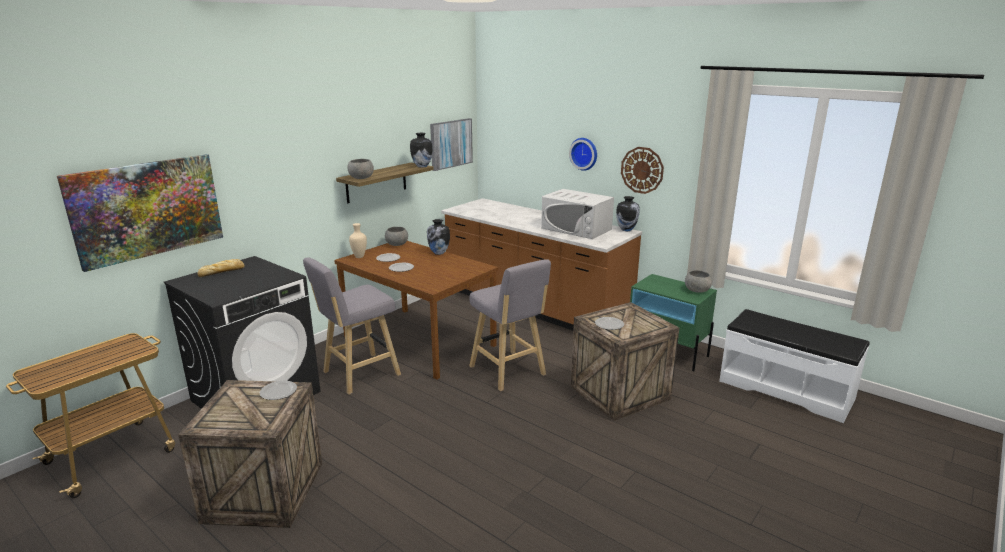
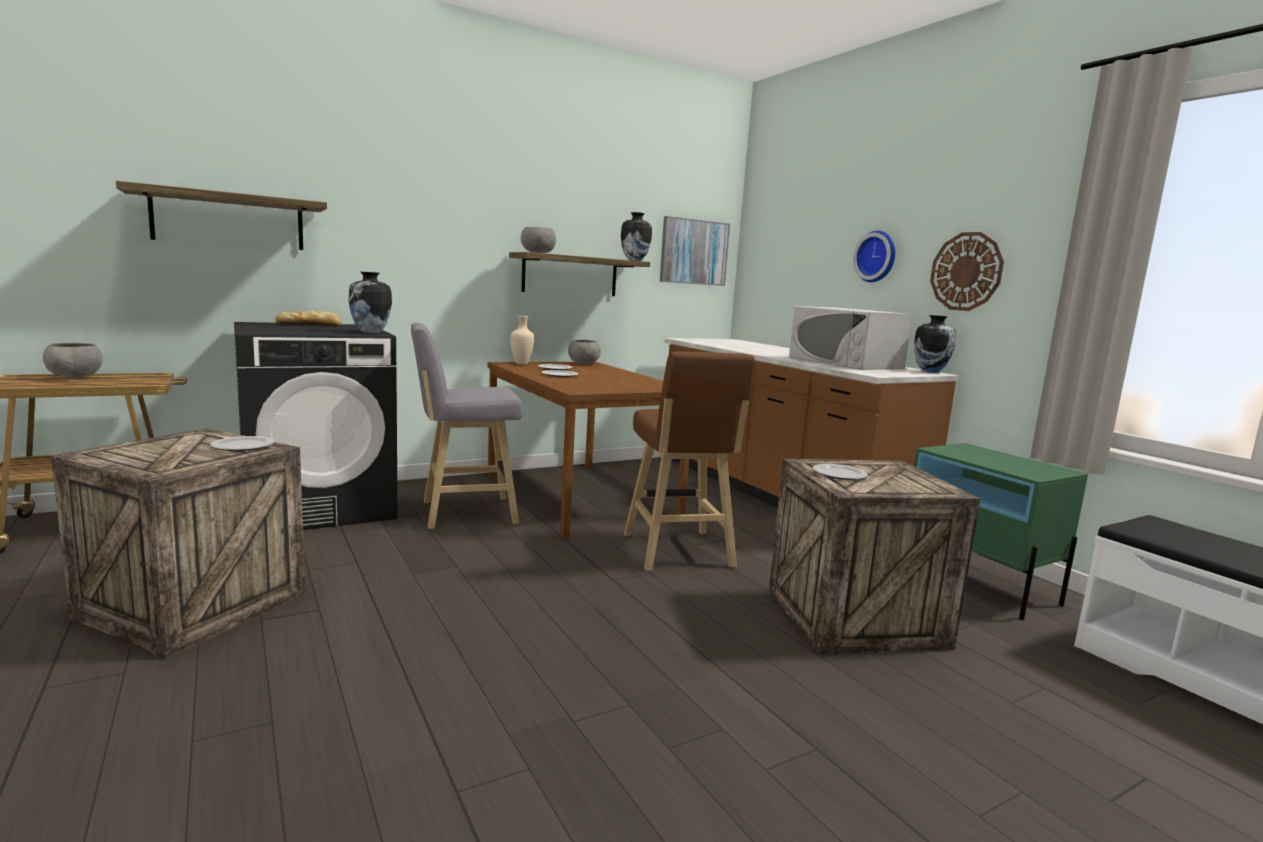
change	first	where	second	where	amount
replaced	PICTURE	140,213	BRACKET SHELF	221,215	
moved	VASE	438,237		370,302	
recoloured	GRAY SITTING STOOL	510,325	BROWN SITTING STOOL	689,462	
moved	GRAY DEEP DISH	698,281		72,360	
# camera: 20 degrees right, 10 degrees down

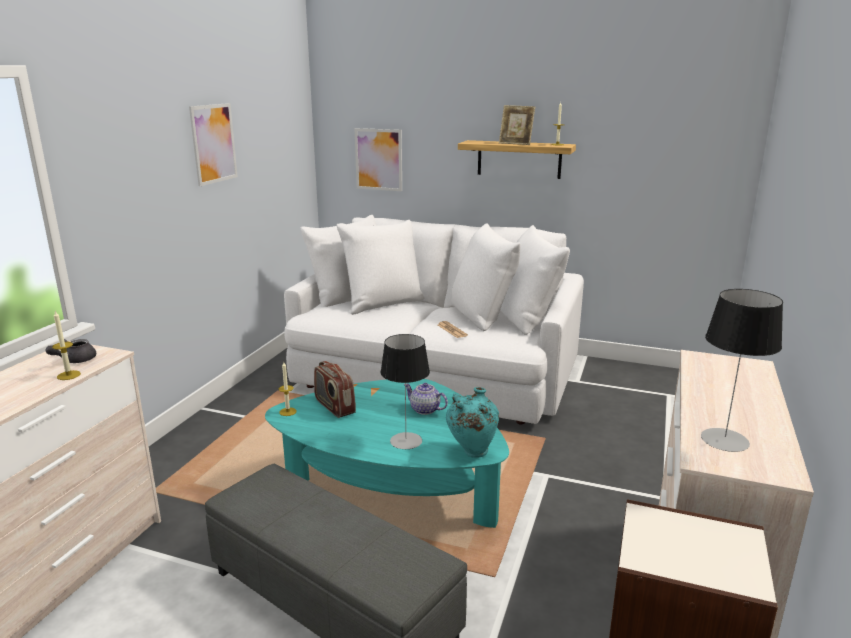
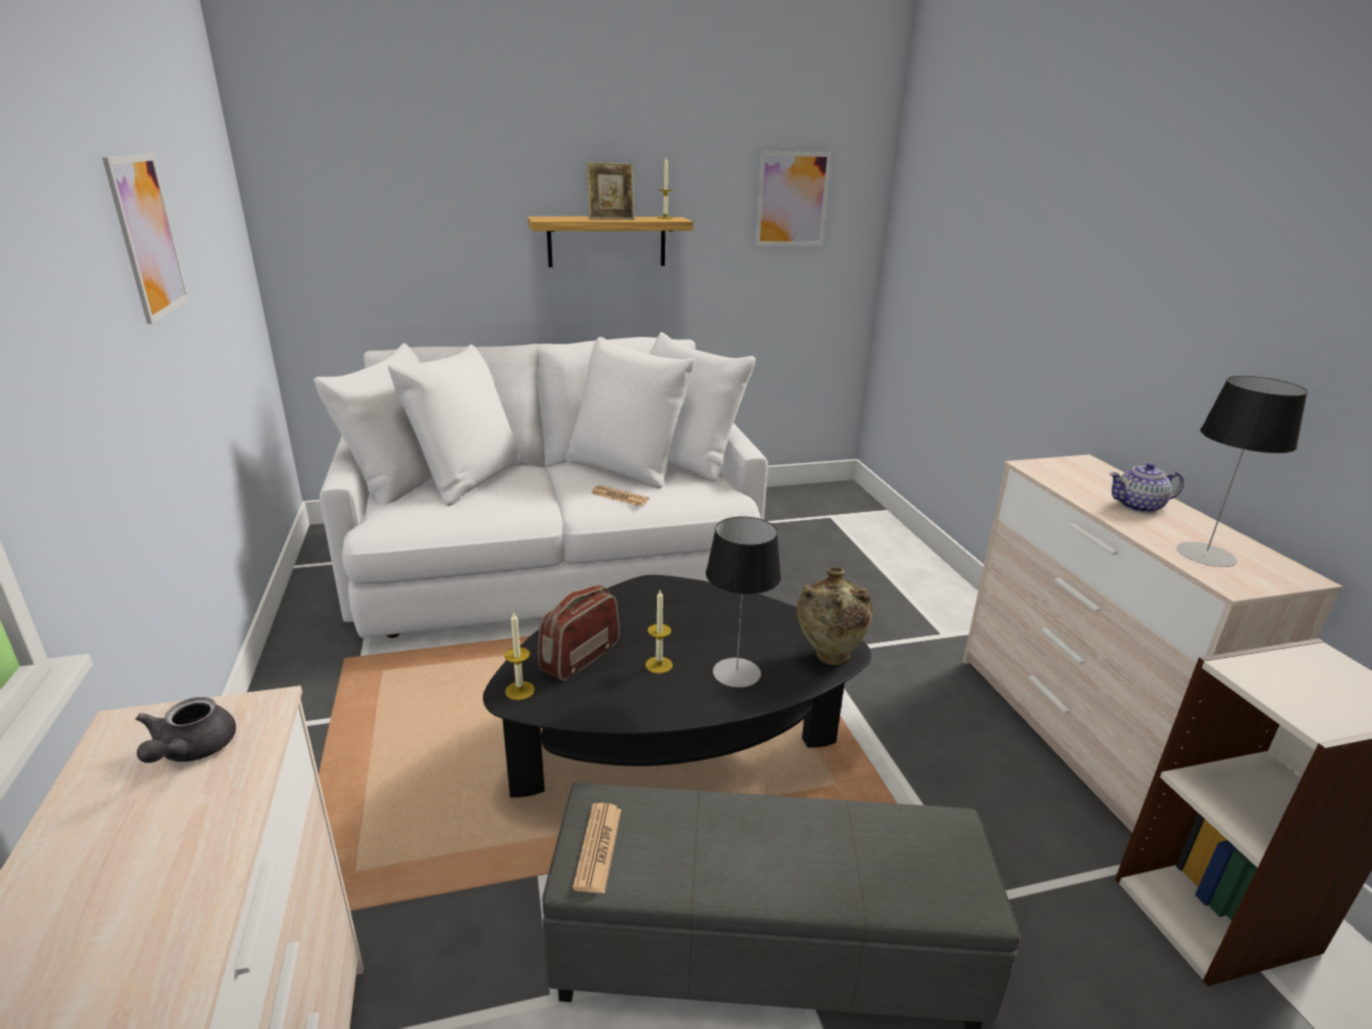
change	first	where	second	where	amount
moved	CANDLE	66,345		659,632	
recoloured	BLUE-GREEN COFFEE TABLE	387,453	BLACKISH COFFEE TABLE	677,686	
turned	RADIO RECEIVER	335,389		579,633	105 degrees clockwise
moved	PICTURE	378,159		793,198	
moved	POT FOR TEA	426,399		1146,488	
recoloured	BLUE-GREEN VASE	472,422	BEIGE VASE	835,616	
added			NEWSPAPER	596,848	
# camera: 35 degrees left, 5 degrees up

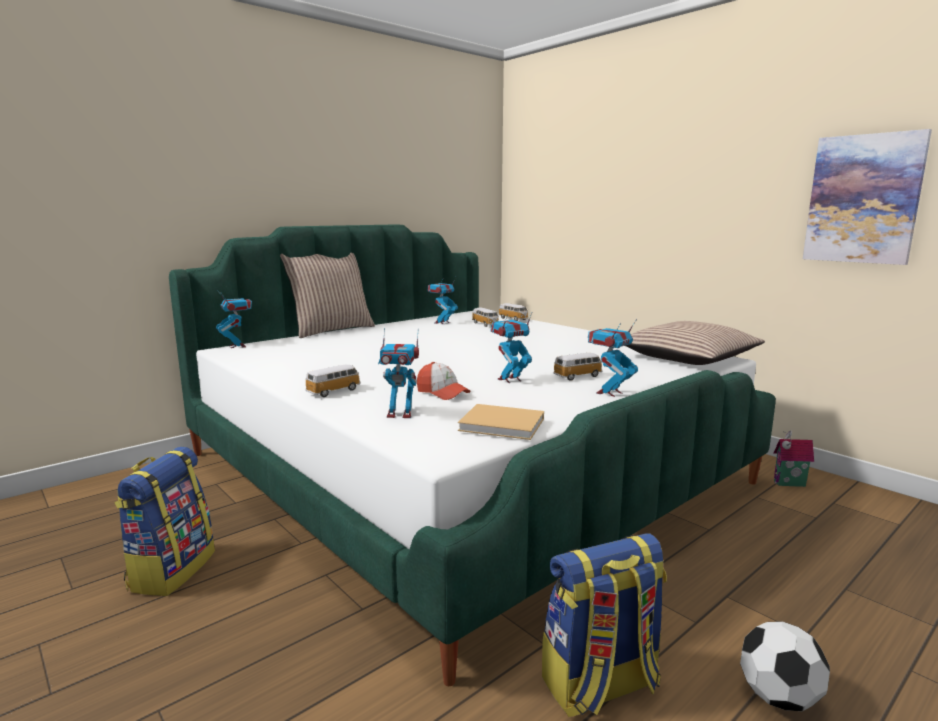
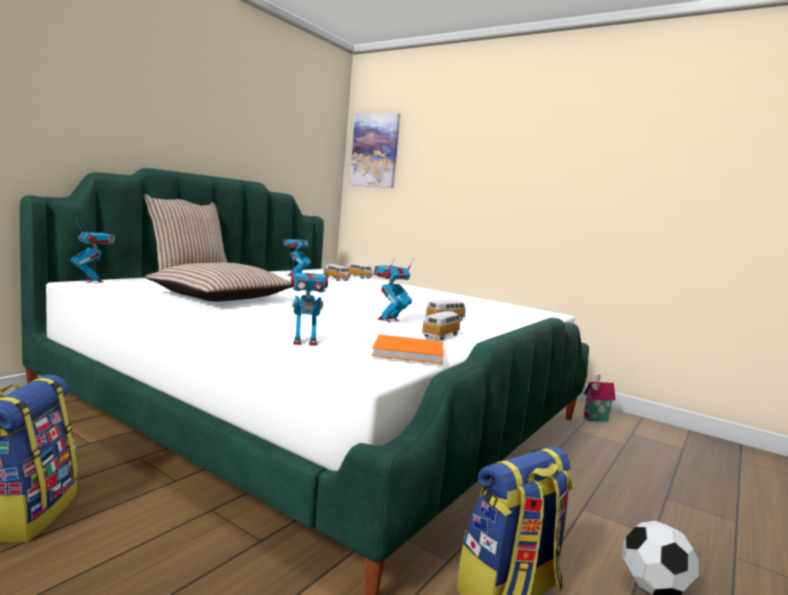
change	first	where	second	where	amount
moved	MODEL CAR	333,381		442,325	
removed	BASEBALL CAP	444,381			
recoloured	BEIGE BOOK	501,422	ORANGE BOOK	408,349	
removed	ROBOT FIGURE	613,358			
moved	CUSHION	695,343		219,282	
moved	PICTURE	867,197		374,150	
# camera: 15 degrees left, 5 degrees down

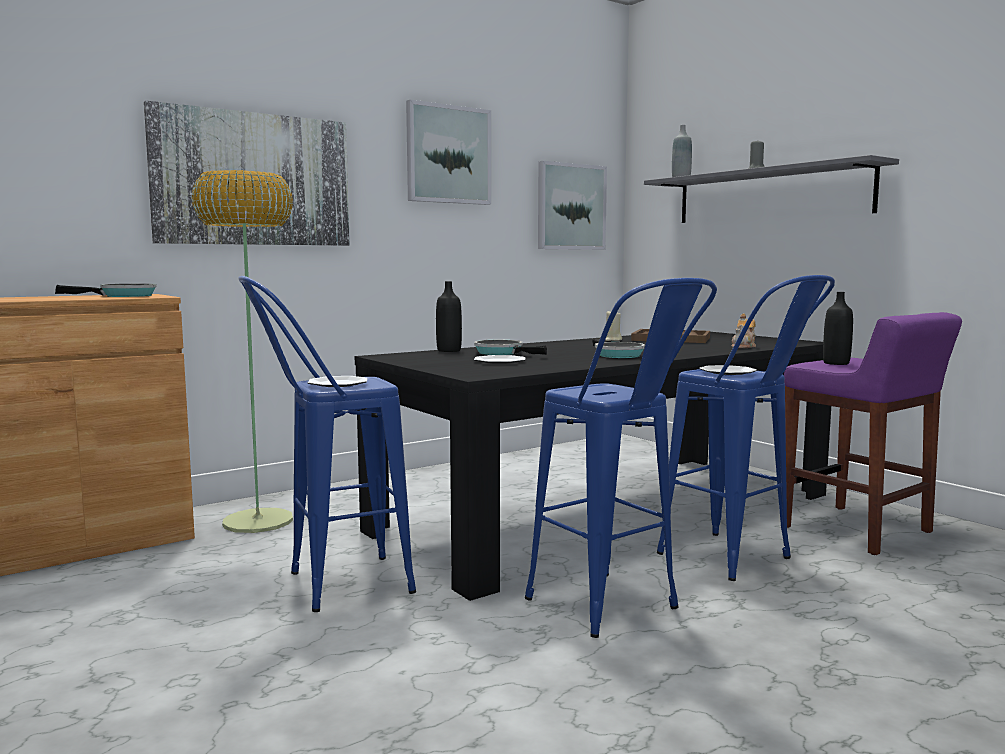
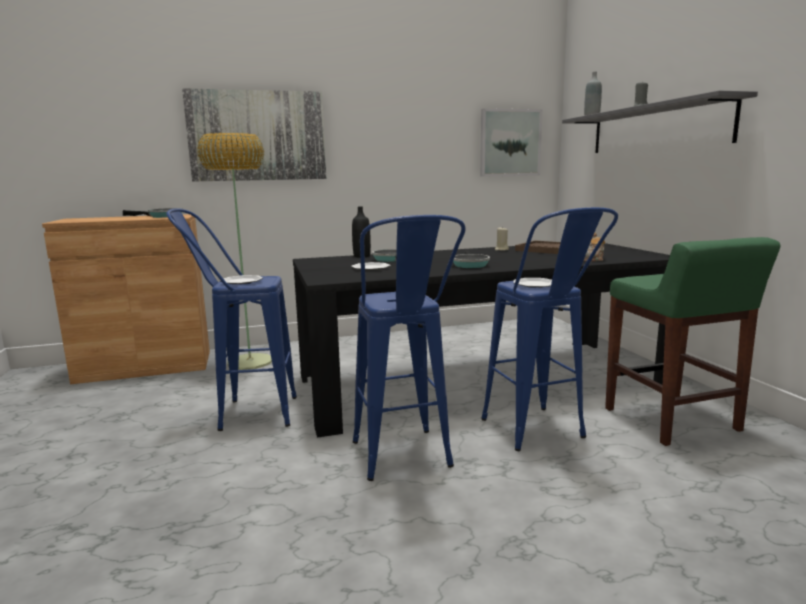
change	first	where	second	where	amount
removed	PICTURE	448,152			
recoloured	PURPLE SITTING STOOL	873,433	GREEN SITTING STOOL	693,341	
removed	BLACKISH DRINK BOTTLE	838,328			
# camera: 20 degrees right, 5 degrees up

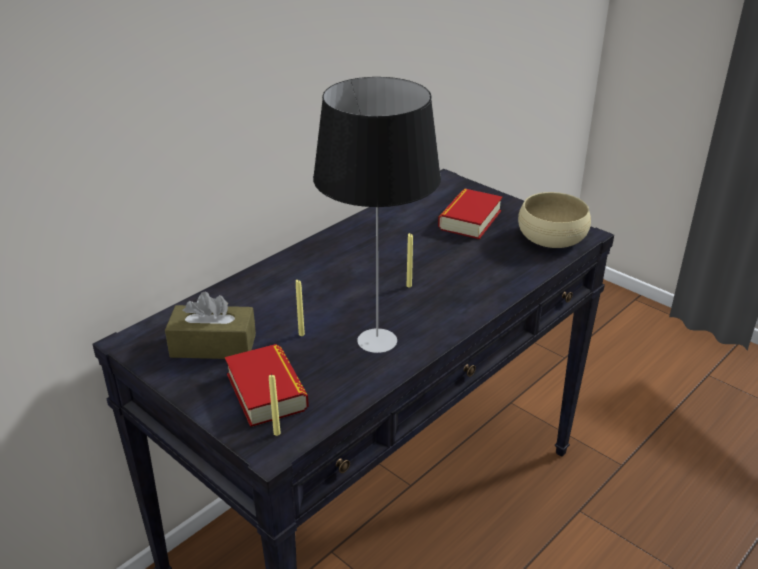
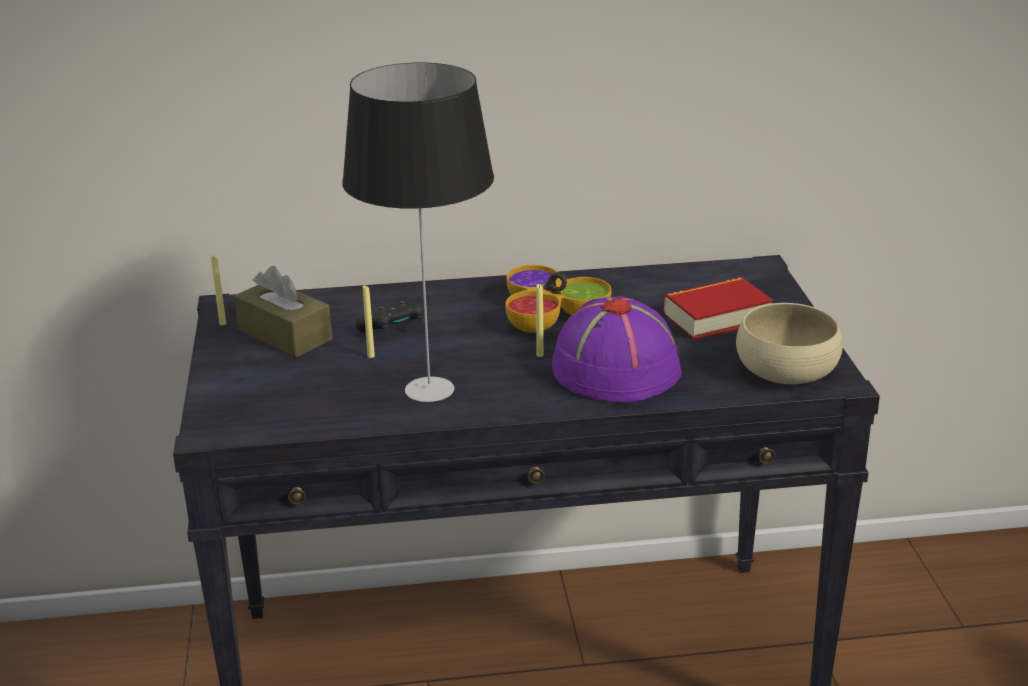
change	first	where	second	where	amount
removed	BOOK	267,385			
moved	YELLOW-COLOURED CANDLE	275,405		218,291	
added			BLACKISH GAME CONTROLLER	390,316	
added			DEEP DISH	558,299	
added			PURPLE CLOTHING HAT	617,349	
# camera: 40 degrees right, 5 degrees down

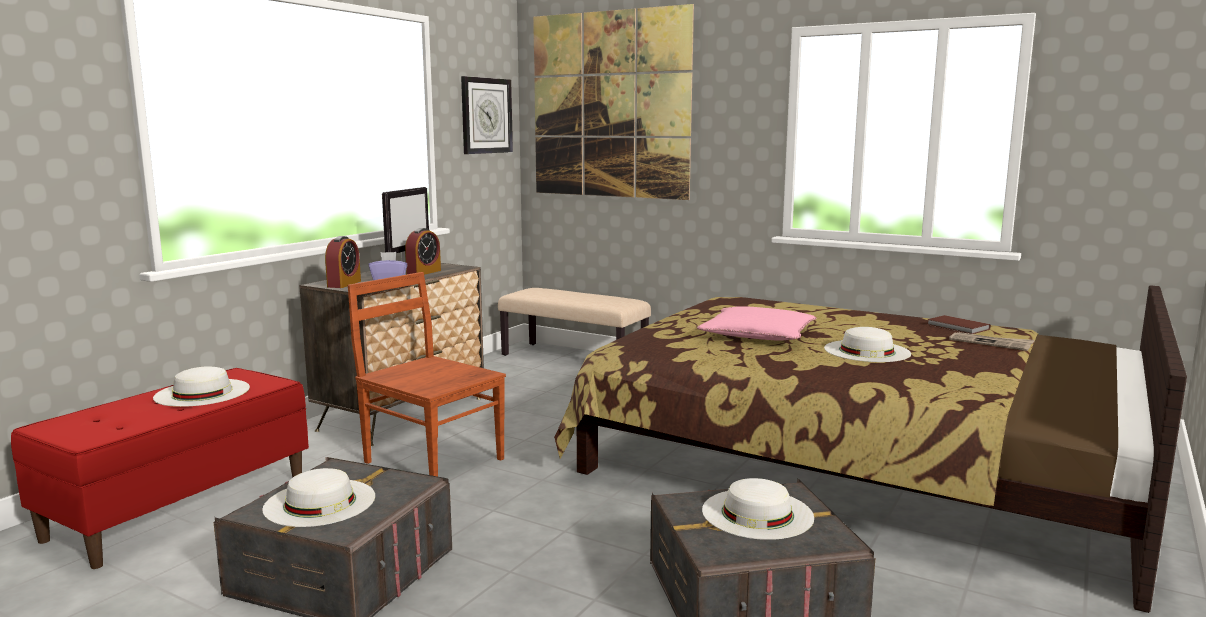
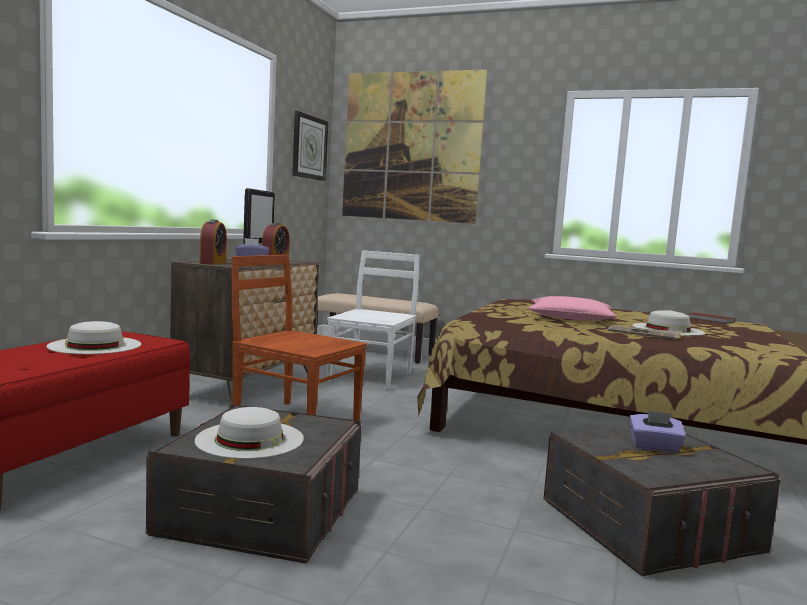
change	first	where	second	where	amount
replaced	WHITISH CLOTHING HAT	758,509	PURPLE TISSUE HOLDER	658,431	
moved	NEWSPAPER	992,341		645,332	
added			WHITISH CHAIR	373,320	
# camera: 10 degrees left, 5 degrees down

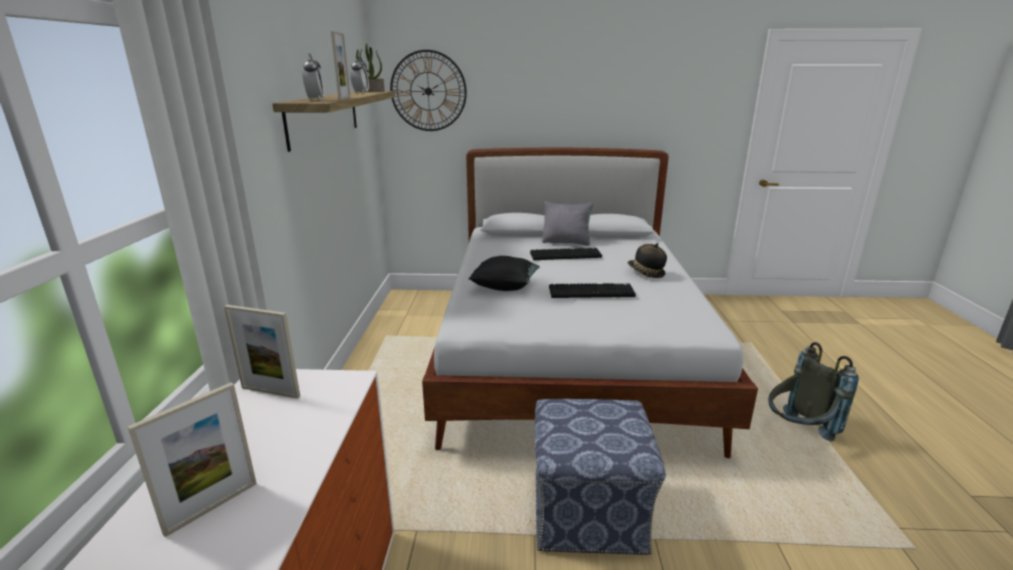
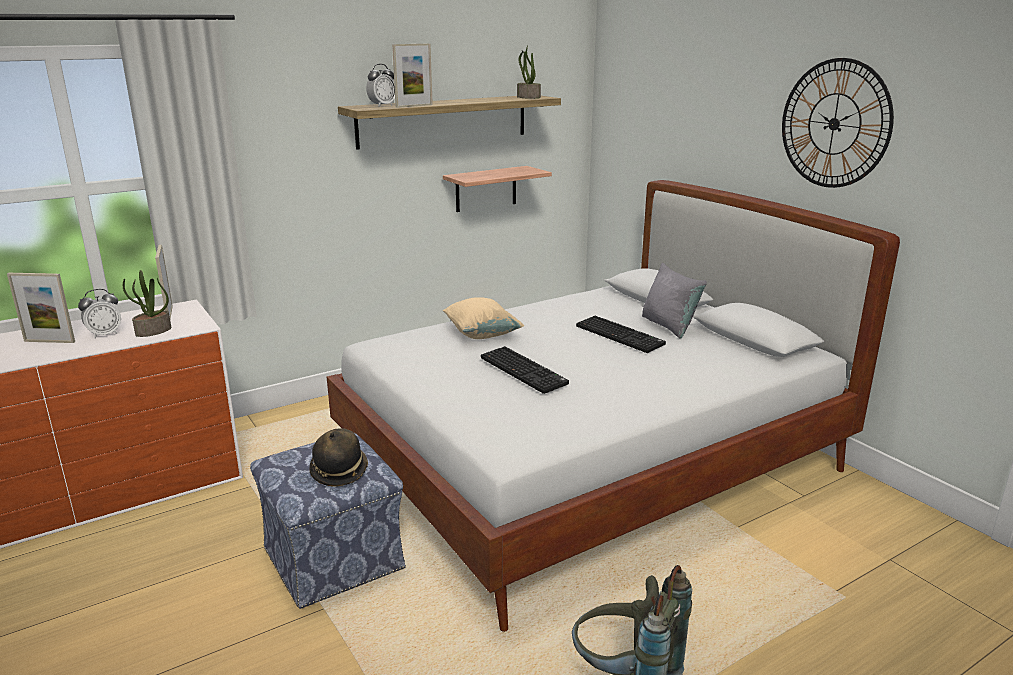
change	first	where	second	where	amount
moved	TABLE CLOCK	359,75		99,313	
moved	WALL CLOCK	428,90		838,123	
recoloured	BLACKISH CUSHION	504,273	BEIGE CUSHION	483,318	
moved	CLOTHING HAT	647,260		339,457	
added			HOUSEPLANT	147,303	
added			BRACKET SHELF	497,189	
# camera: 55 degrees right, 0 degrees up

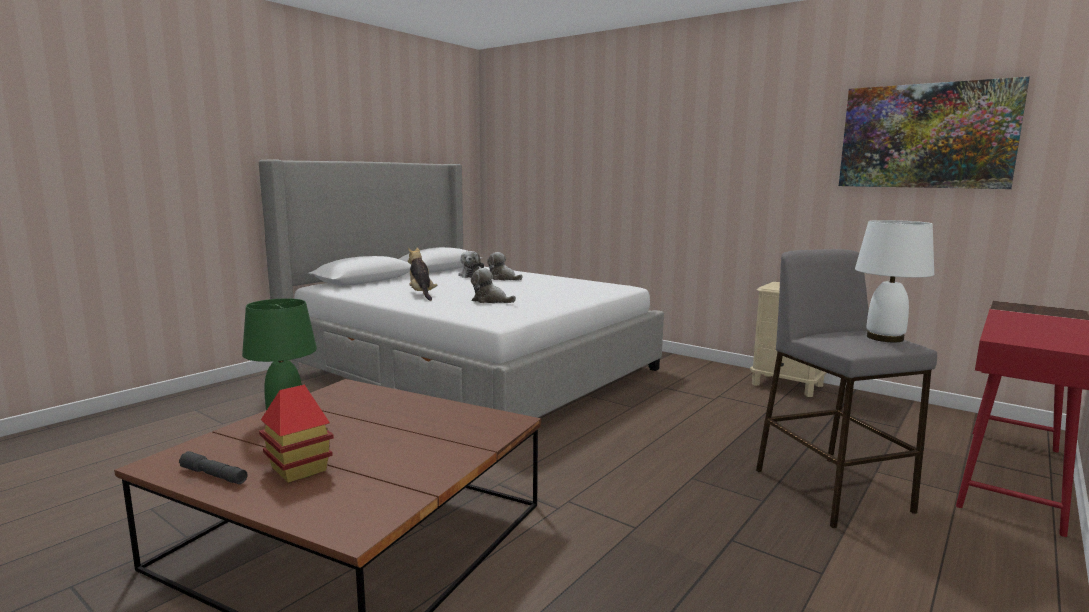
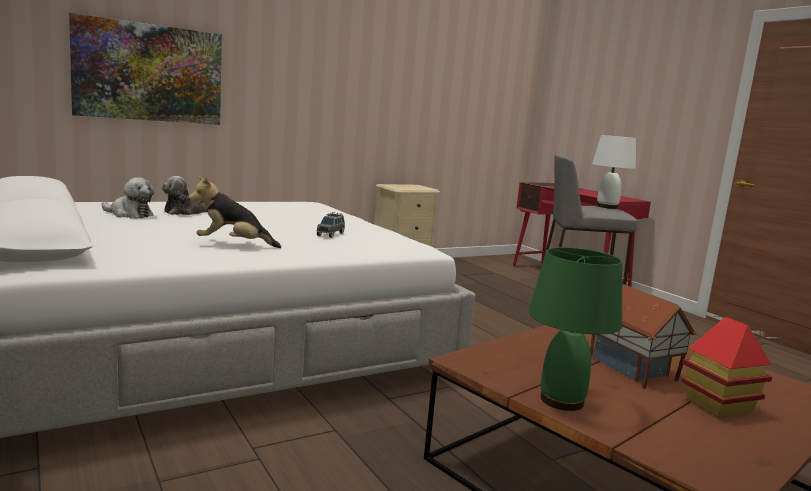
change	first	where	second	where	amount
removed	GRAY HAND TORCH	213,467			
replaced	PLUSH TOY	493,285	GRAY MODEL CAR	331,225	
moved	PICTURE	934,132		145,69	
added			TOY HOUSE	643,336	
# camera: 70 degrees left, 0 degrees up

